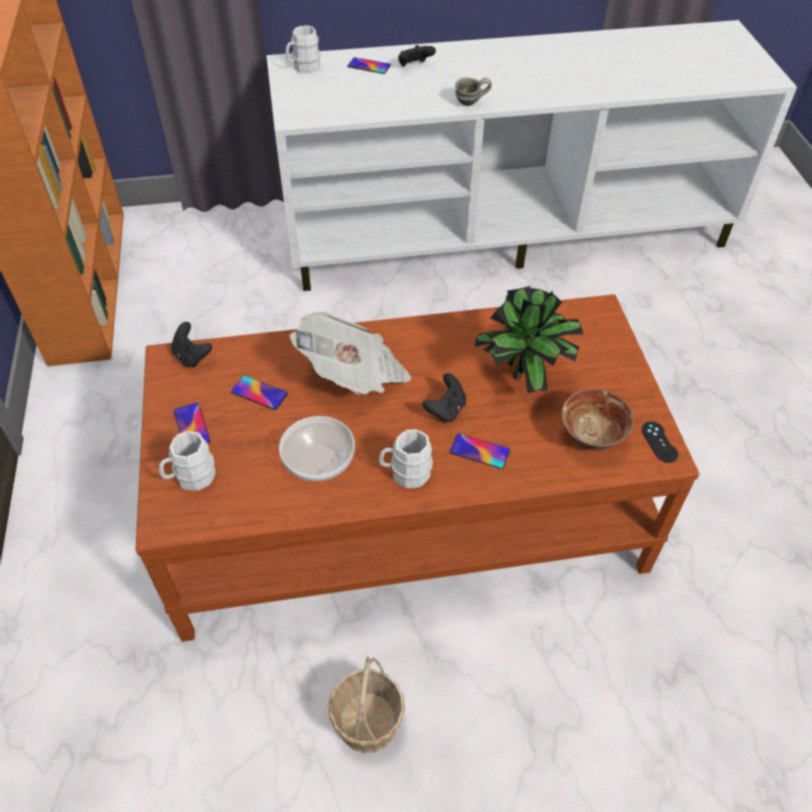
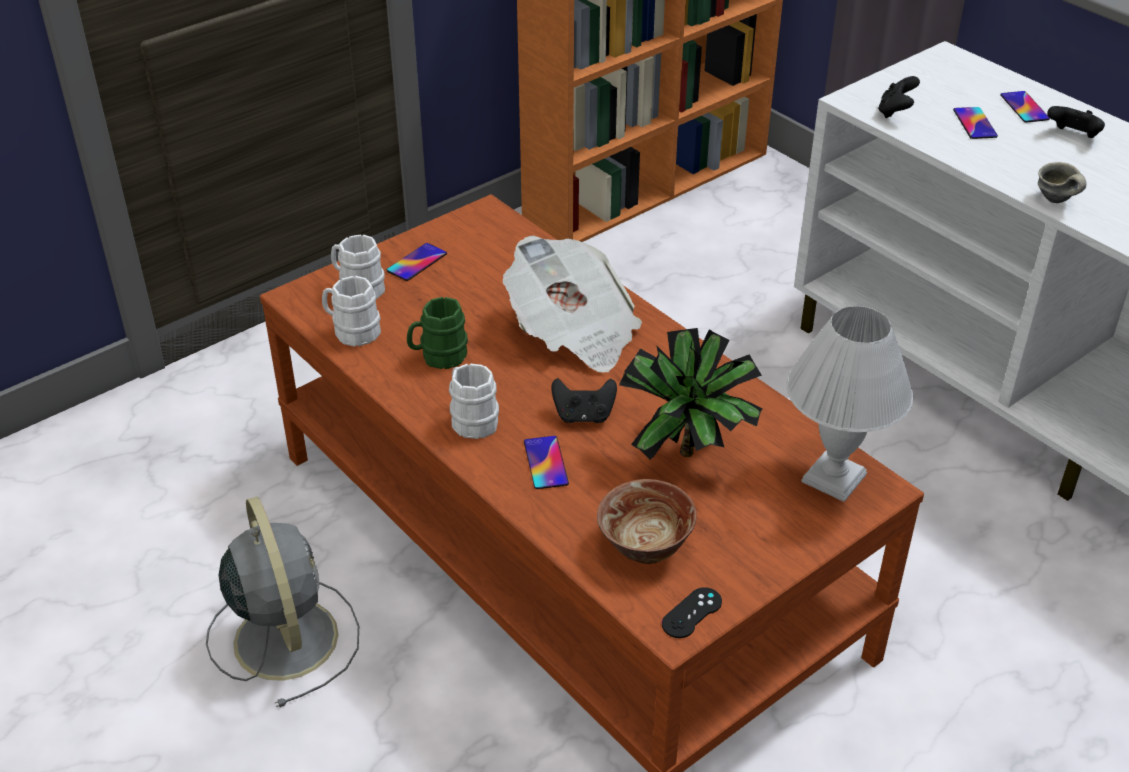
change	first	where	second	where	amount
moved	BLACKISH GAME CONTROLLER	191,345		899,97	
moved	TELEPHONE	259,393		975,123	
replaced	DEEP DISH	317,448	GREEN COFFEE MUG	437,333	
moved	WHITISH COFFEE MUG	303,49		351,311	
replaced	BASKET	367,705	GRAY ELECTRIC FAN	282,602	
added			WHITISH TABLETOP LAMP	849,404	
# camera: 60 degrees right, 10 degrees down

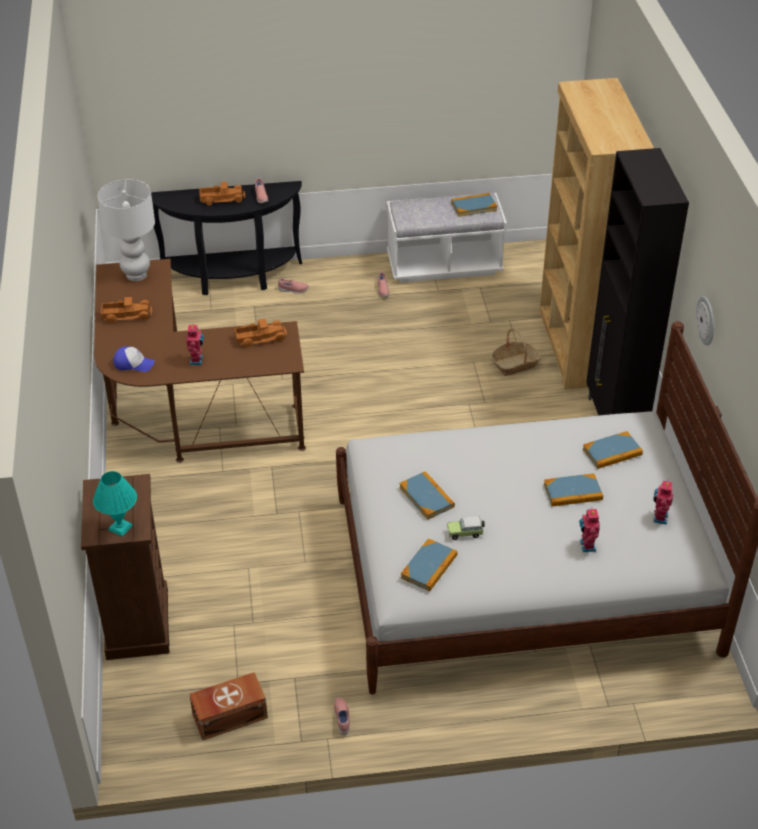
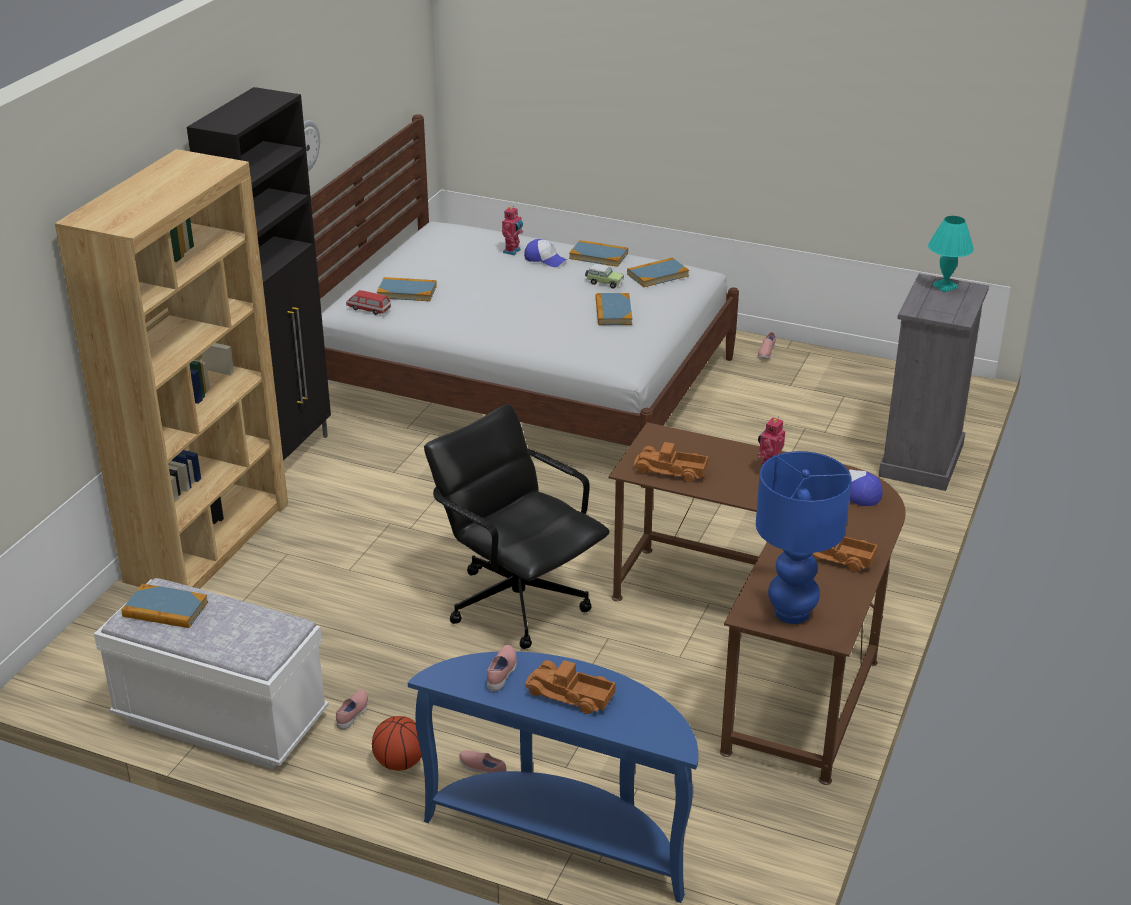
change	first	where	second	where	amount
recoloured	BROWN DRESSER	125,567	GRAY DRESSER	933,382	
recoloured	WHITISH TABLETOP LAMP	126,230	BLUISH TABLETOP LAMP	804,537	
recoloured	BLACKISH NARROW TABLE	226,238	BLUISH NARROW TABLE	553,777	
removed	BROWN STORAGE BOX	228,706			
removed	BASKET	516,352			
moved	BOOK	573,490		598,253	
removed	ROBOT FIGURE	663,503			
added			MODEL CAR	368,302	
added			BASKETBALL	397,743	
added			BLACKISH DESK CHAIR	517,526	
added			BASEBALL CAP	545,253	
# camera: 150 degrees left, 10 degrees down

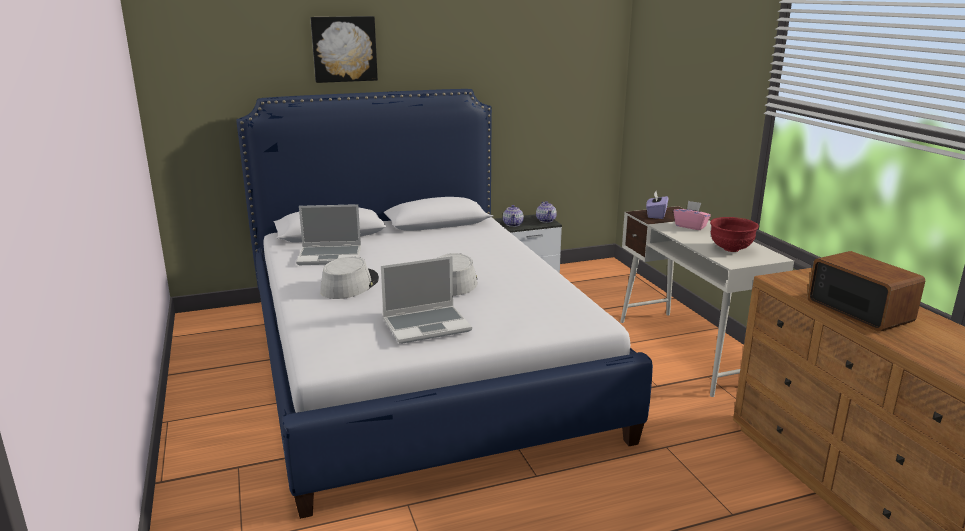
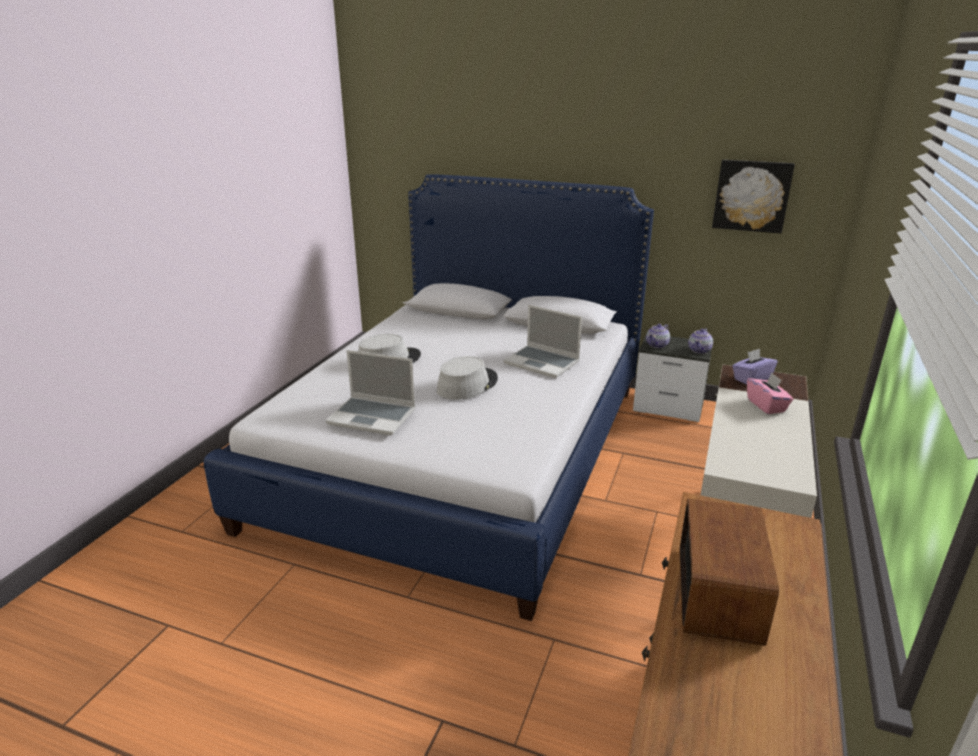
change	first	where	second	where	amount
moved	PORTABLE COMPUTER	328,234		543,341	
moved	PICTURE	344,49		753,196	
removed	REDDISH DEEP DISH	734,234			
# camera: 40 degrees right, 5 degrees up

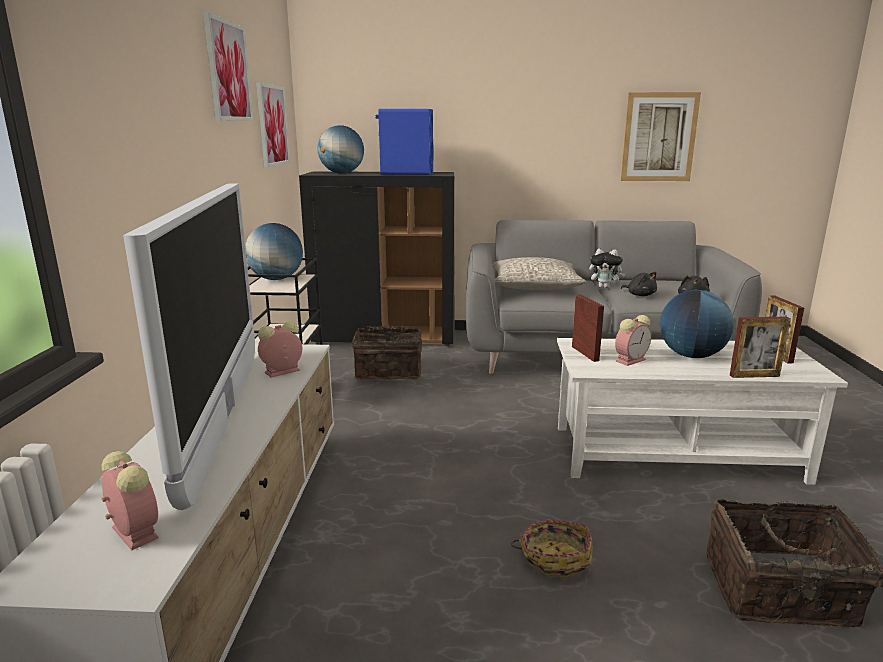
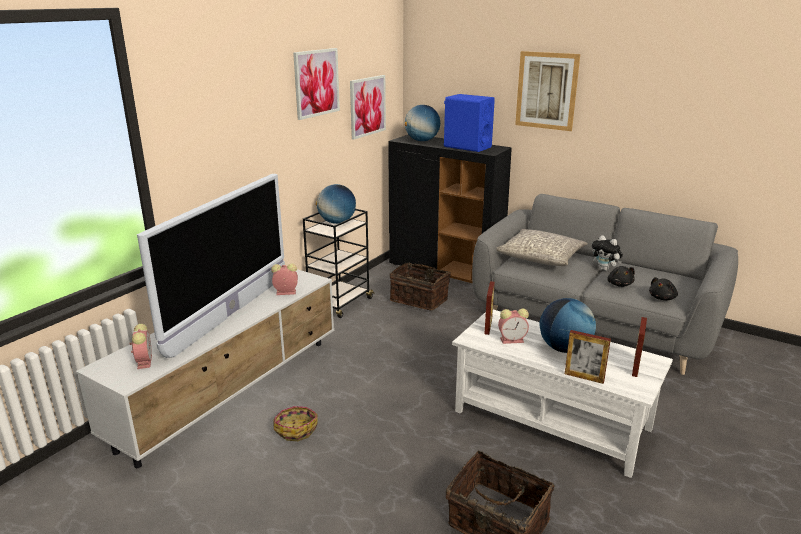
change	first	where	second	where	amount
moved	BASKET	552,549		295,423	
moved	PICTURE	660,136		547,91	
# camera: 30 degrees right, 5 degrees up

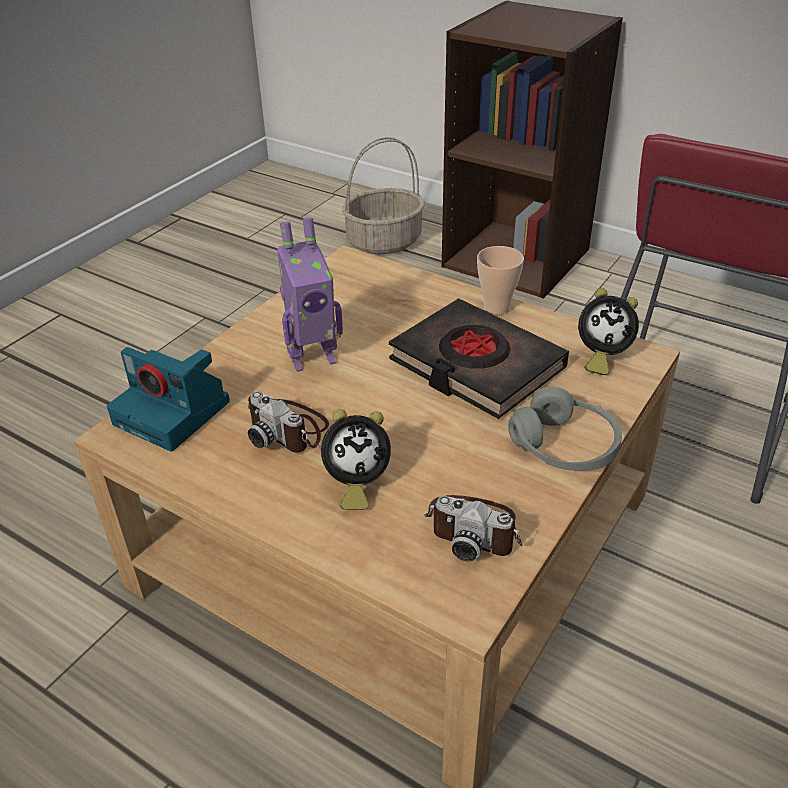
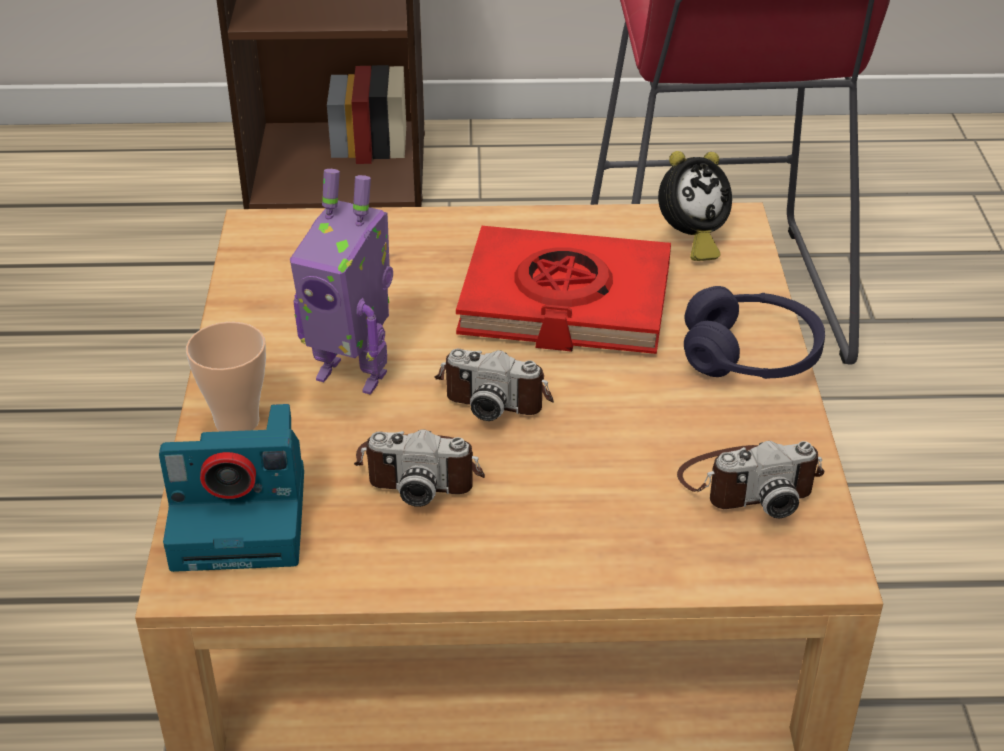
change	first	where	second	where	amount
turned	ROBOT FIGURE	310,295		341,282	75 degrees clockwise
removed	TABLE CLOCK	356,459			
removed	BASKET	383,195			
recoloured	BLACKISH BOOK	479,359	REDDISH BOOK	563,290	
moved	CUP	500,280		226,377	
recoloured	GRAY PAIR OF HEADPHONES	565,429	PURPLE PAIR OF HEADPHONES	754,332	
added			PHOTO CAMERA	494,384	
# camera: 35 degrees left, 0 degrees up

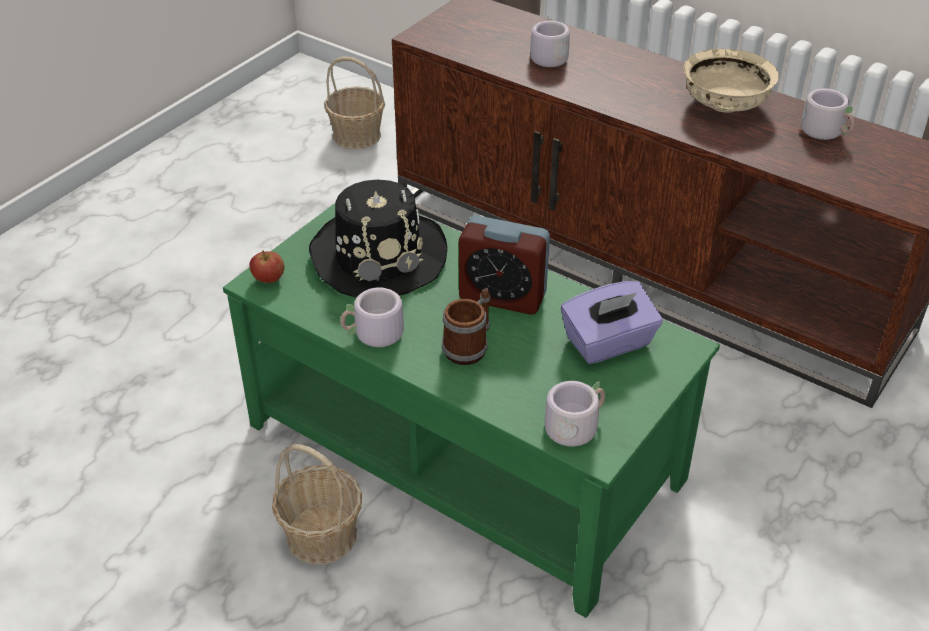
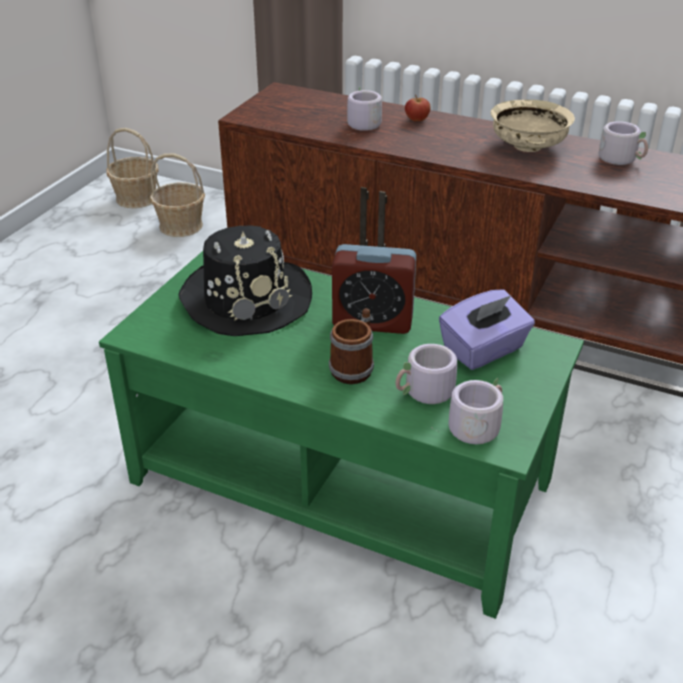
change	first	where	second	where	amount
moved	WHOLE APPLE	266,266		418,108	
moved	BASKET	317,504		132,168	
moved	GRAY COFFEE MUG	375,318		426,374	
# camera: 10 degrees left, 5 degrees down

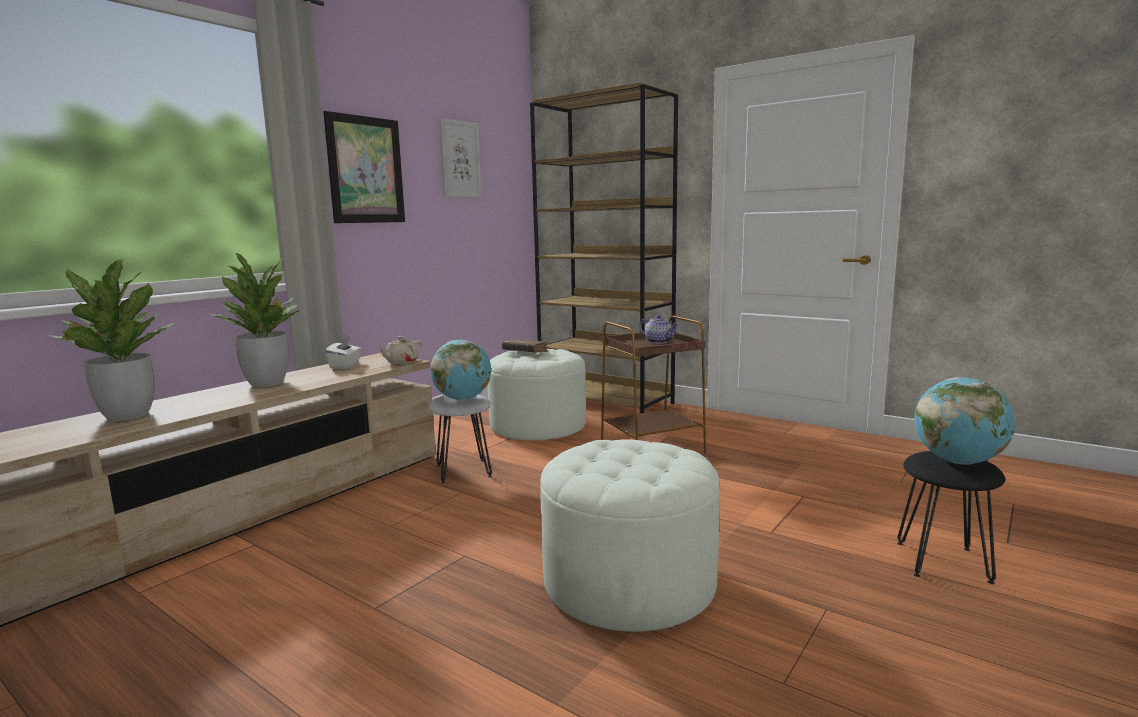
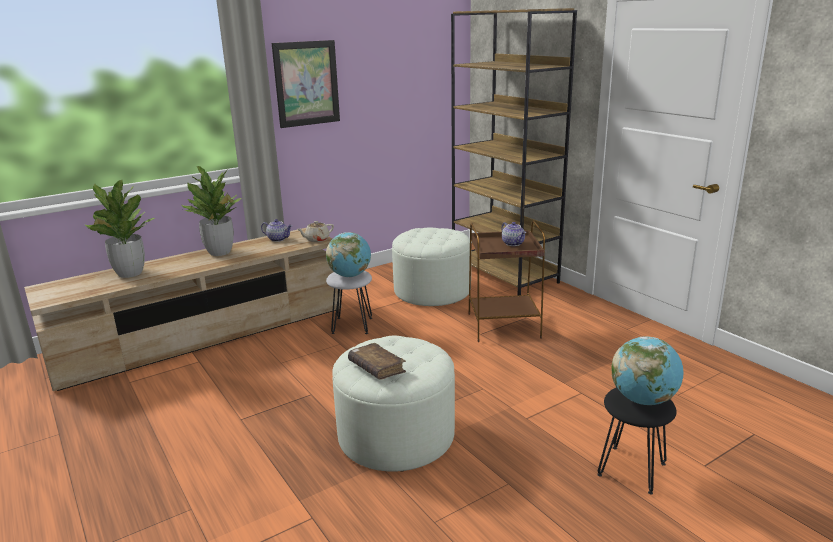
change	first	where	second	where	amount
replaced	WHITISH TISSUE HOLDER	343,352	POT FOR TEA	276,230	
removed	PICTURE	460,157			
moved	BROWN BOOK	525,346		377,361	
# camera: 20 degrees right, 10 degrees up

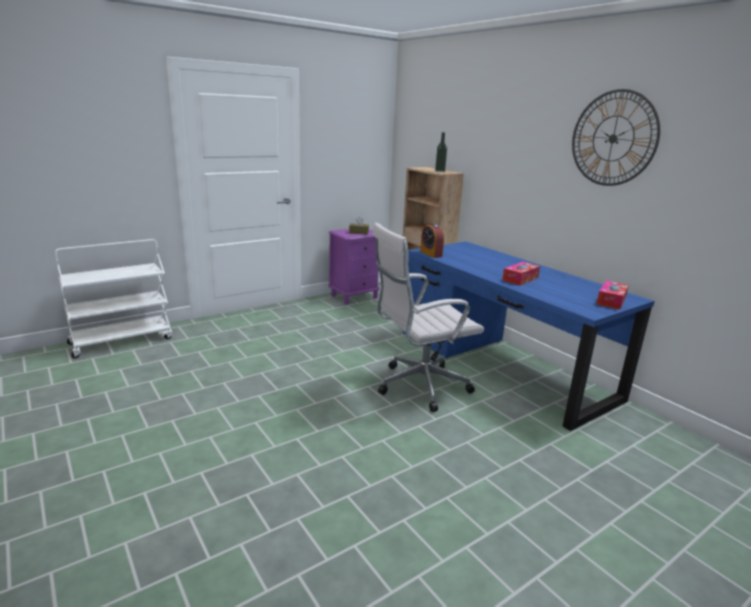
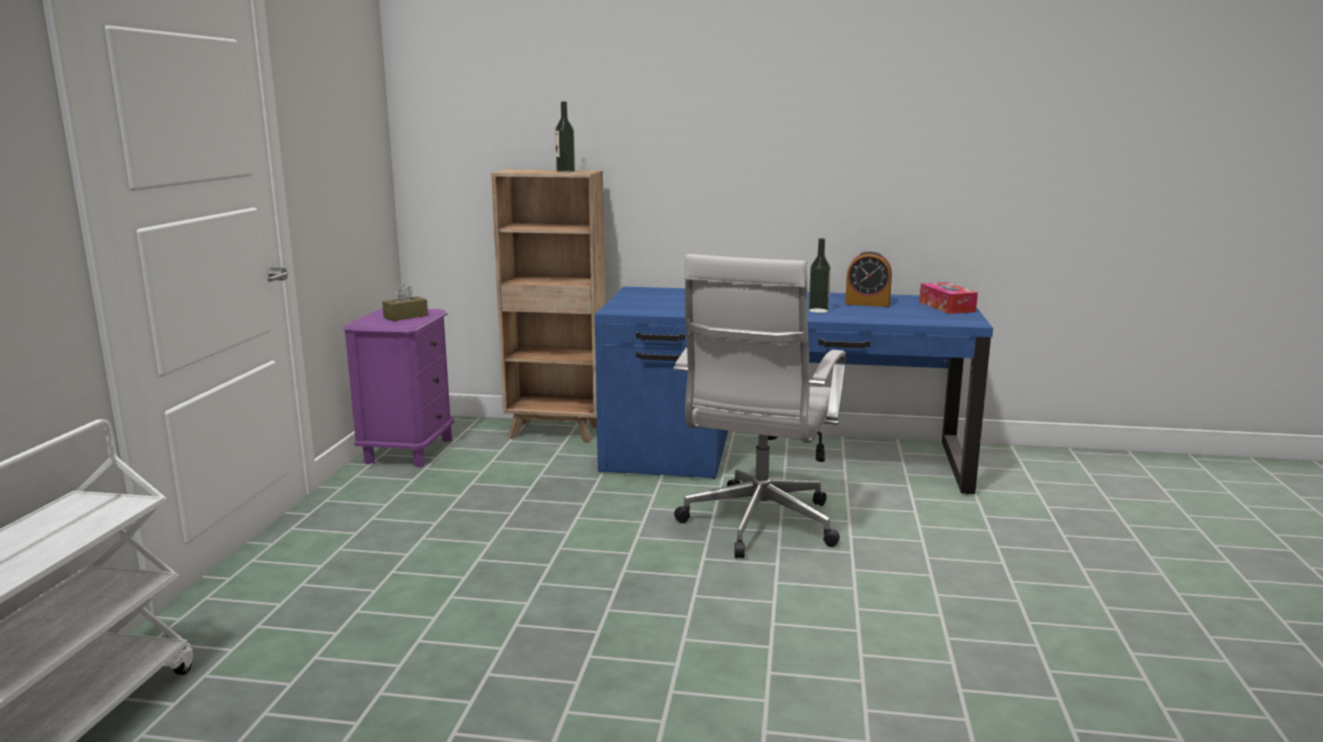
change	first	where	second	where	amount
moved	TABLE CLOCK	432,240		868,278	
replaced	TISSUE HOLDER	521,274	DRINK BOTTLE	820,275	
removed	WALL CLOCK	616,137			
# camera: 45 degrees left, 5 degrees down

